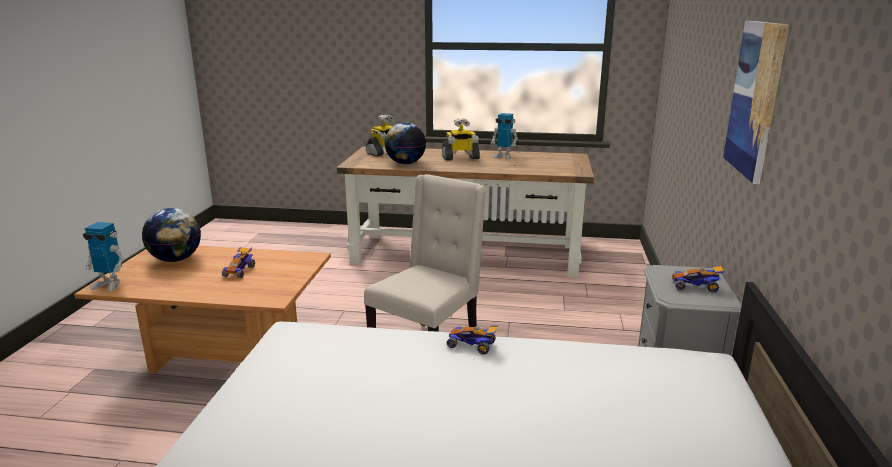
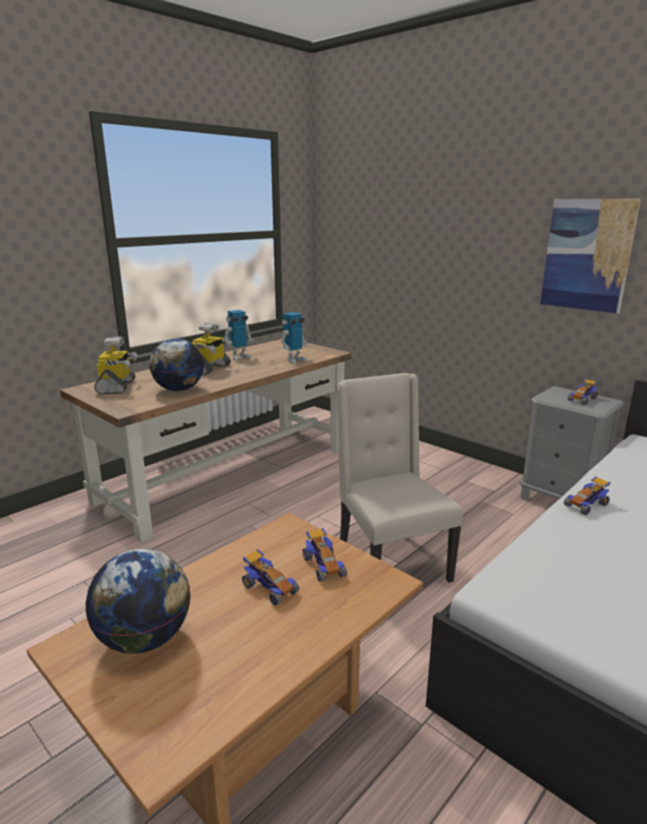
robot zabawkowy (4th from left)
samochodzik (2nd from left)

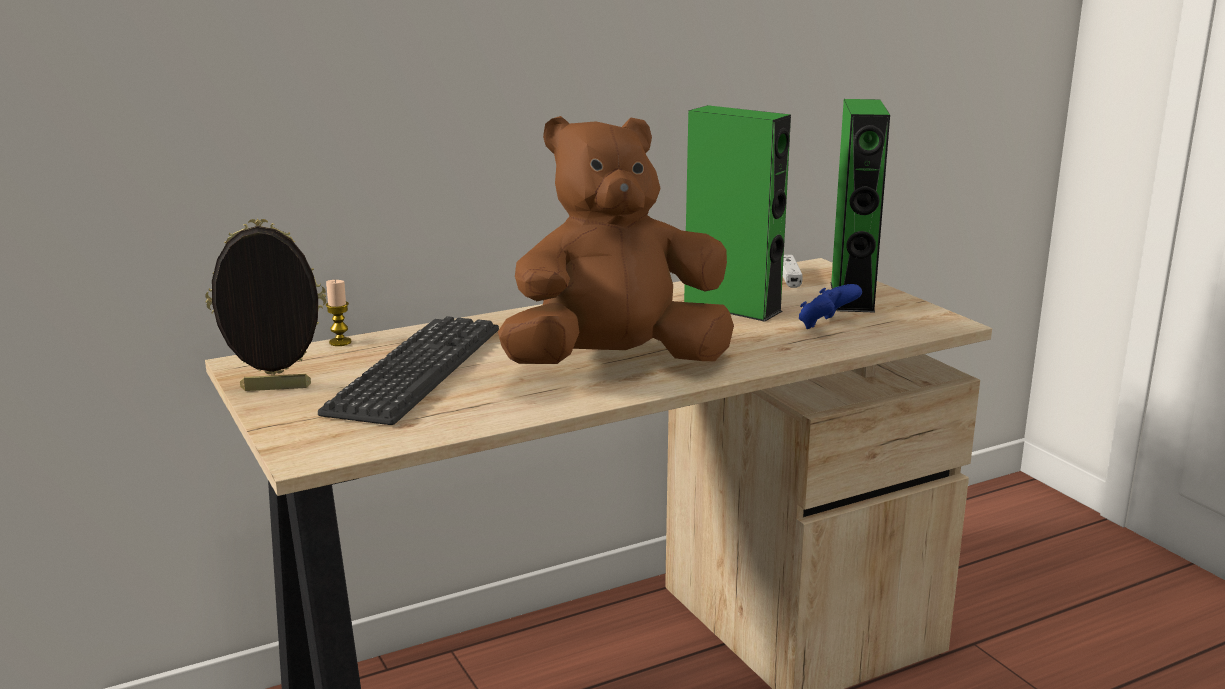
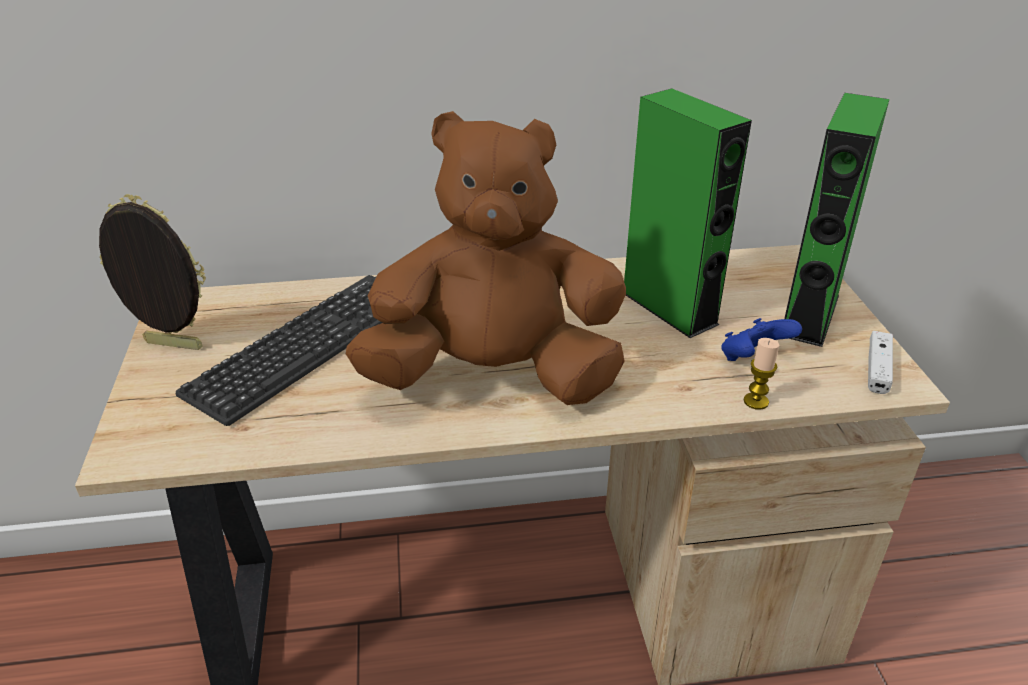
świeca
pad do gier/biały

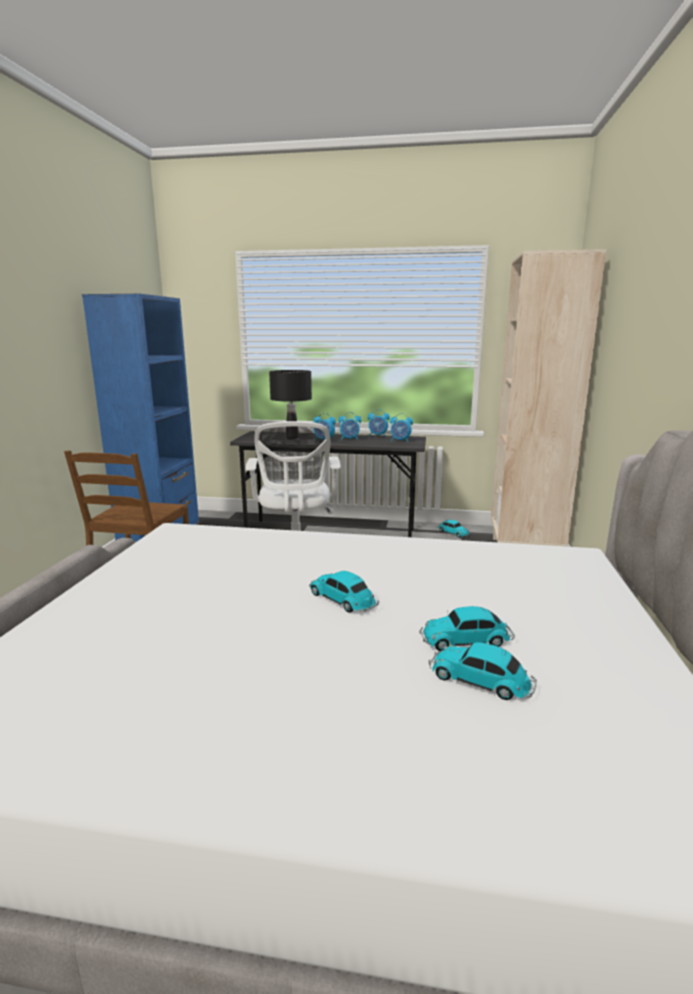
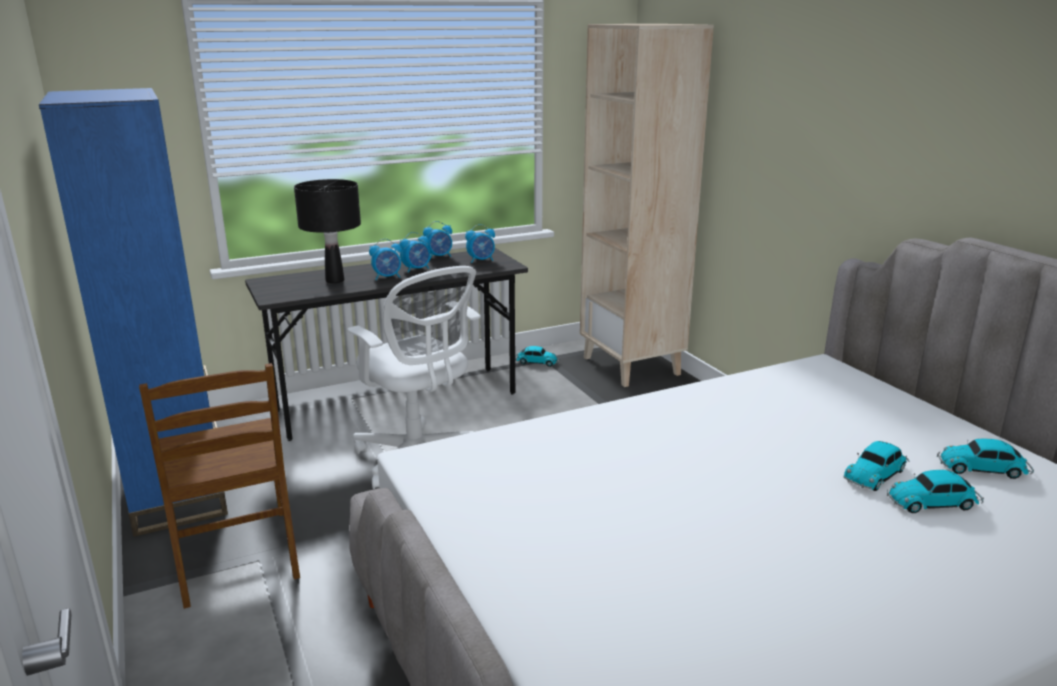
samochodzik (4th from left)

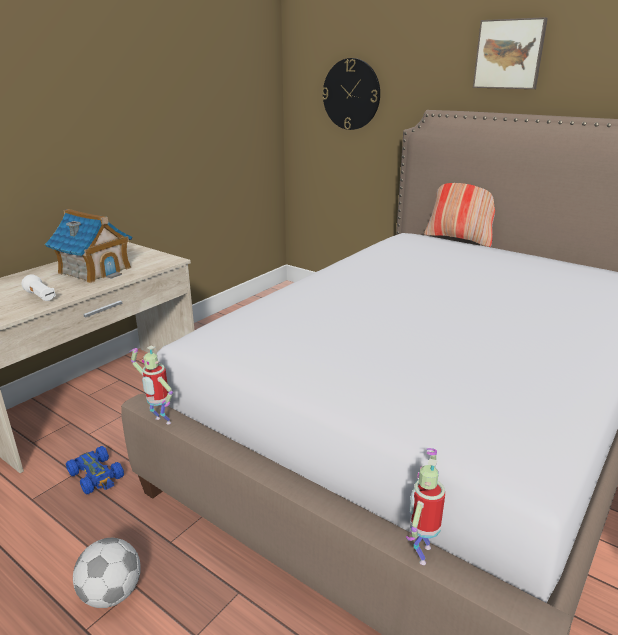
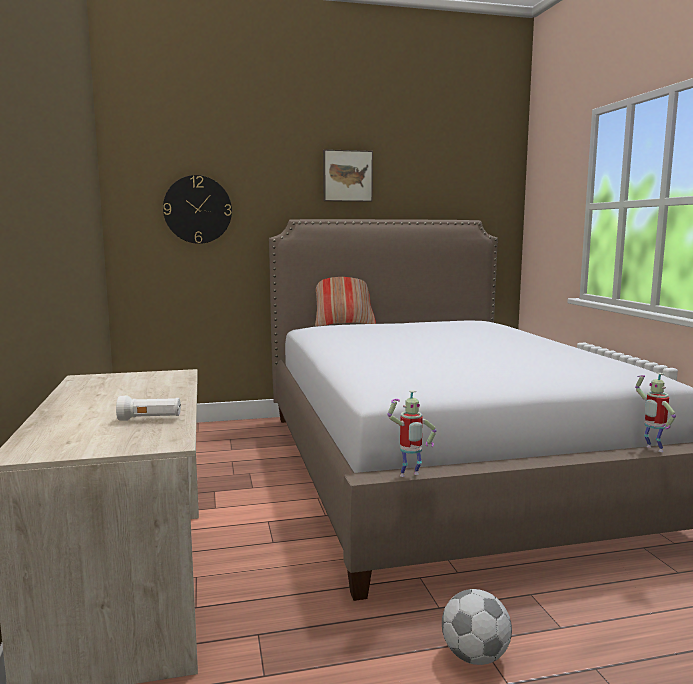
domek
samochodzik/niebieski

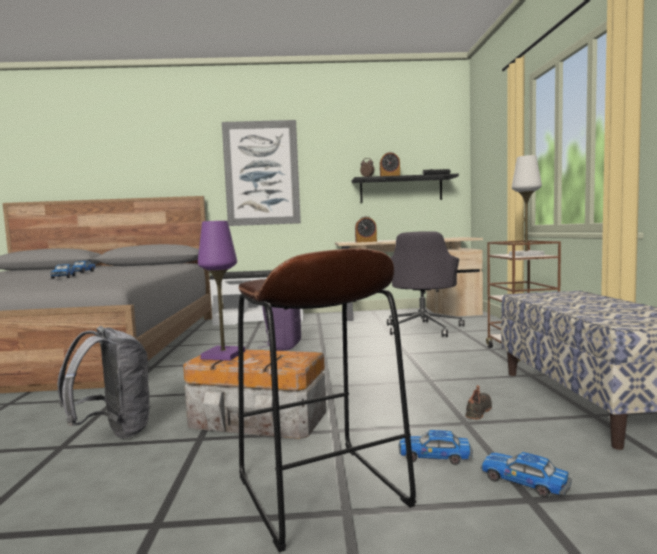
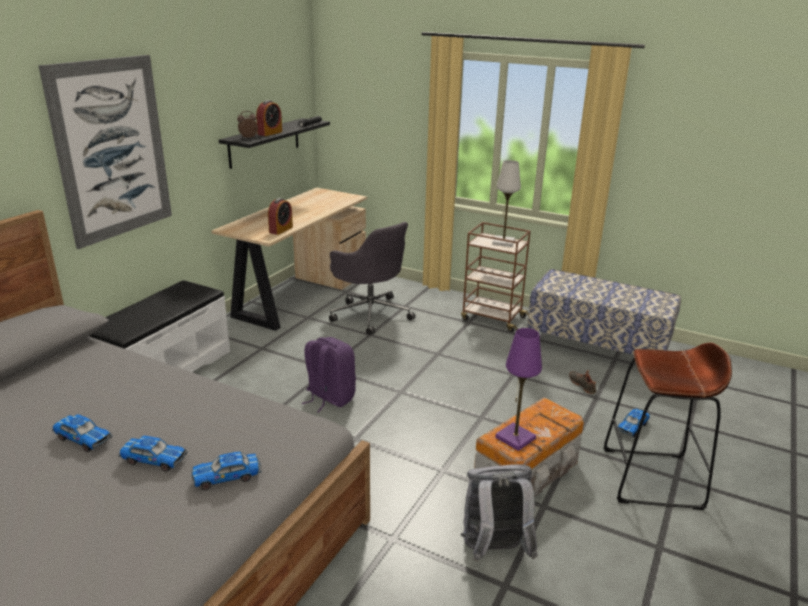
samochodzik (3rd from left)

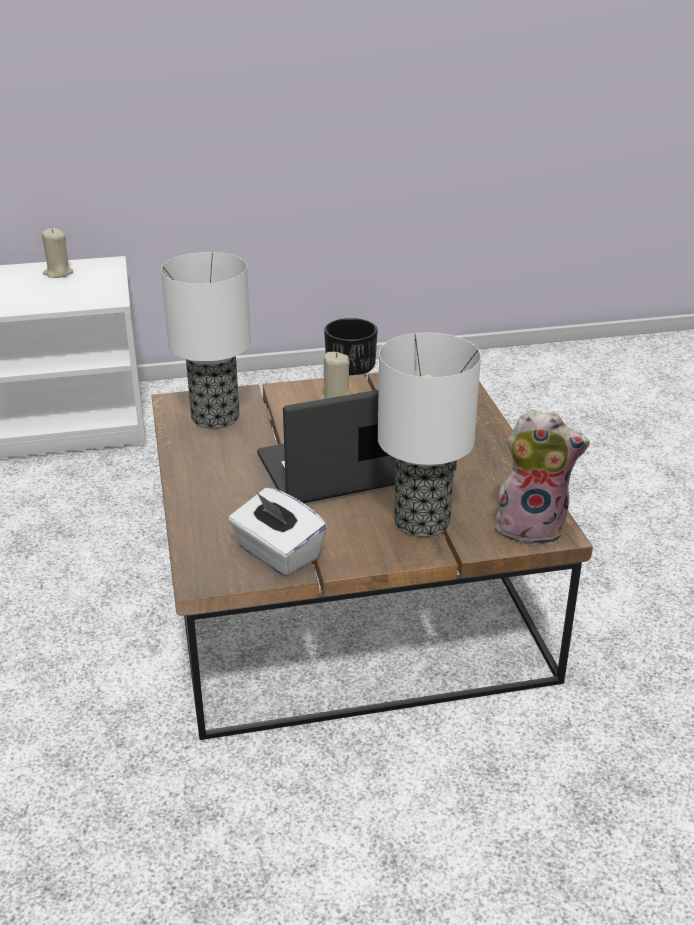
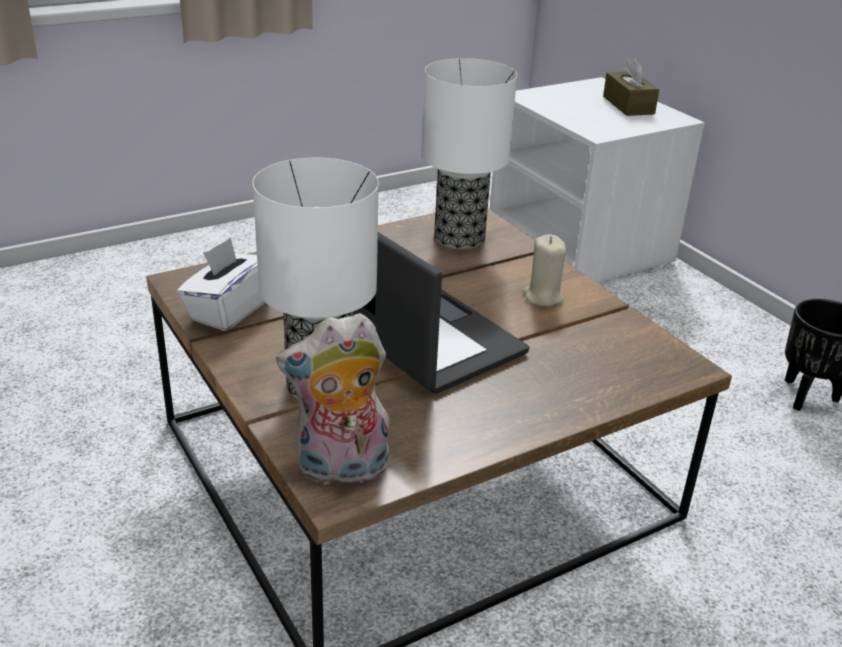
pudełko chusteczek/brązowy
pluszak

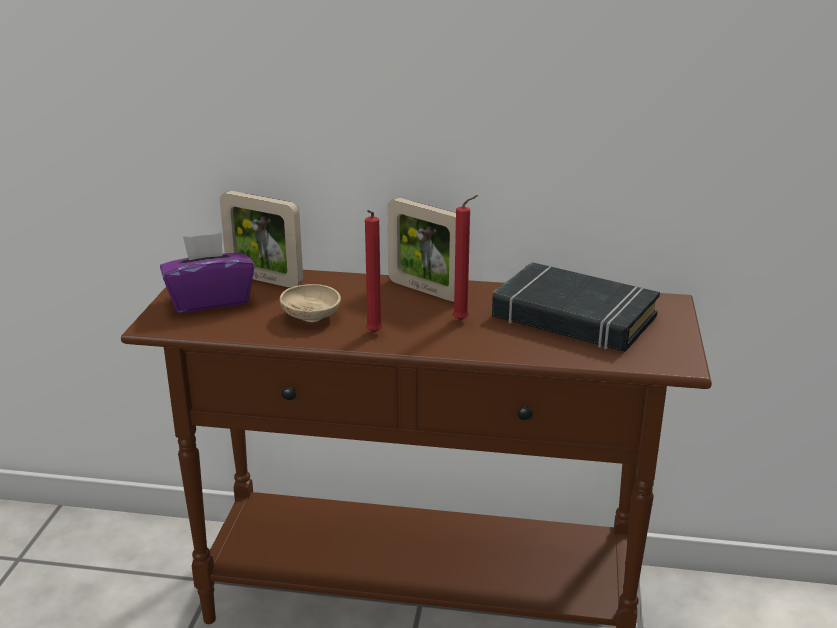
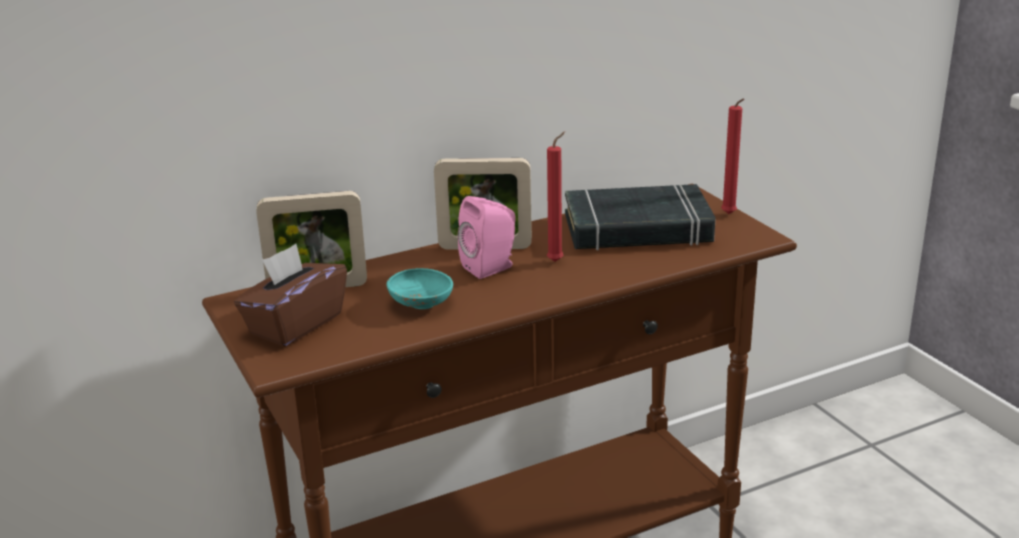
pudełko chusteczek/brązowy
miska/turkusowy
świeca/czerwony (2nd from left)
głośnik/różowy

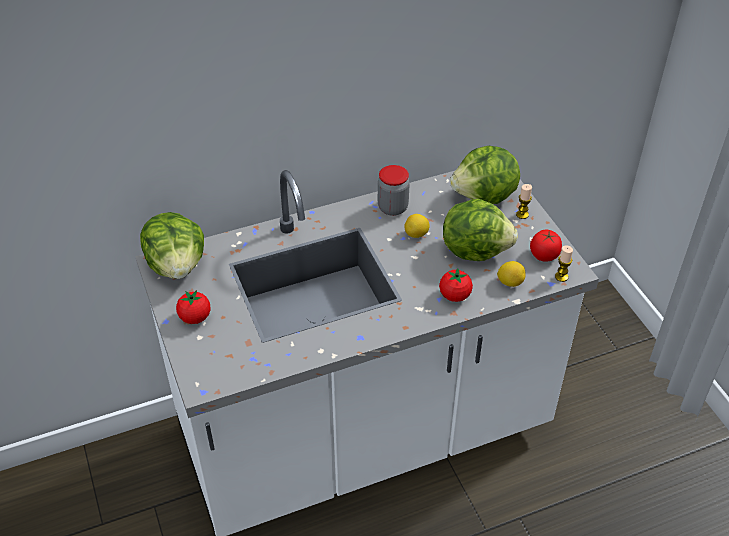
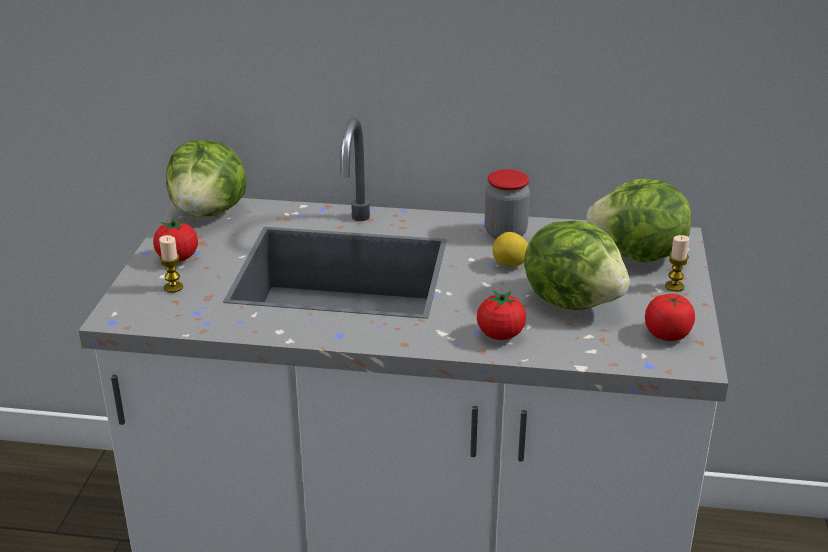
cytryna (2nd from left in the first image)
świeca (1st from left)

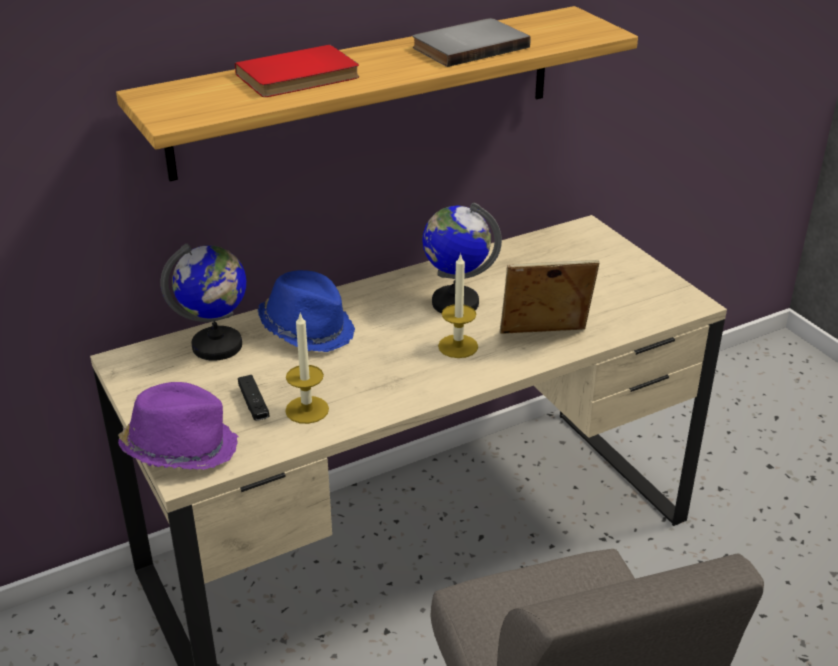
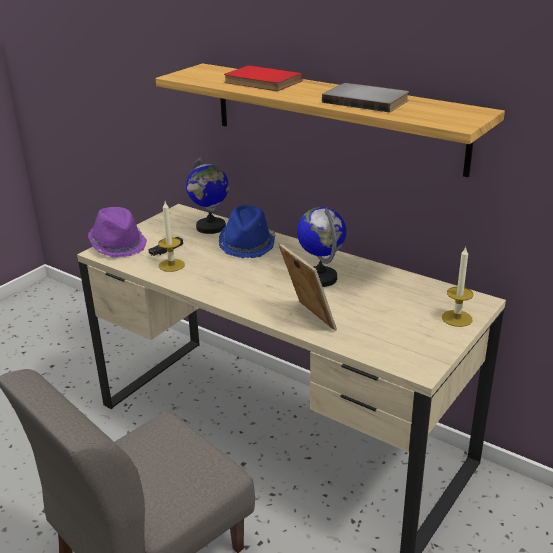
świeca (2nd from left)

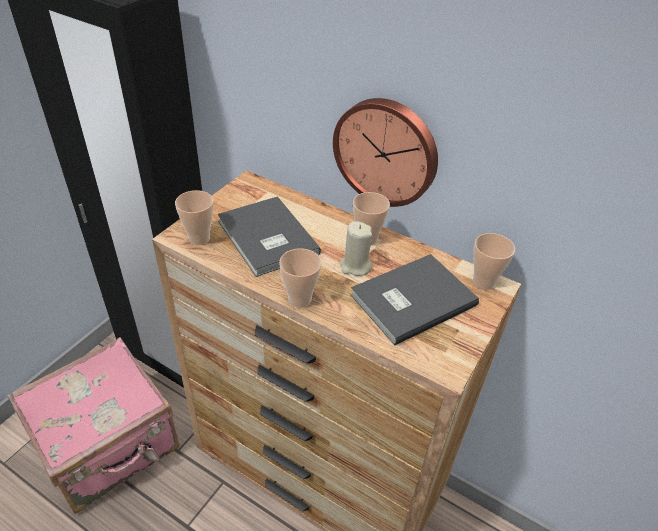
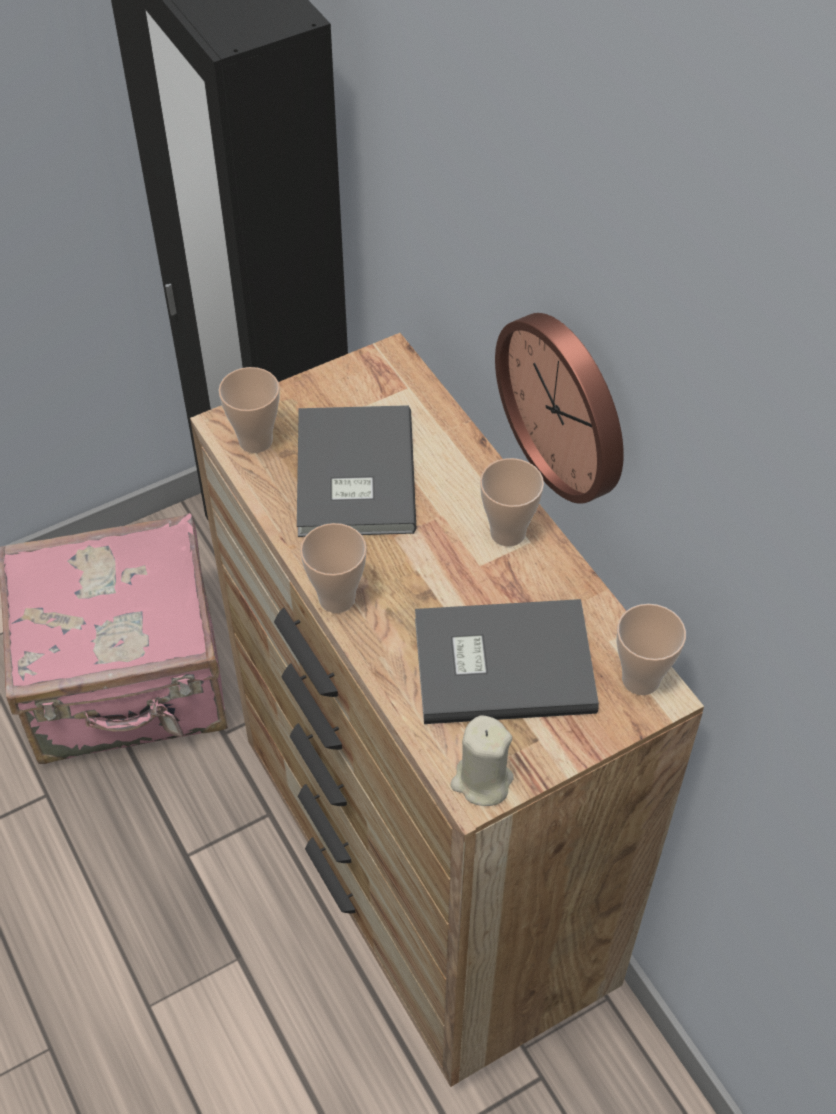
świeca/beżowy

